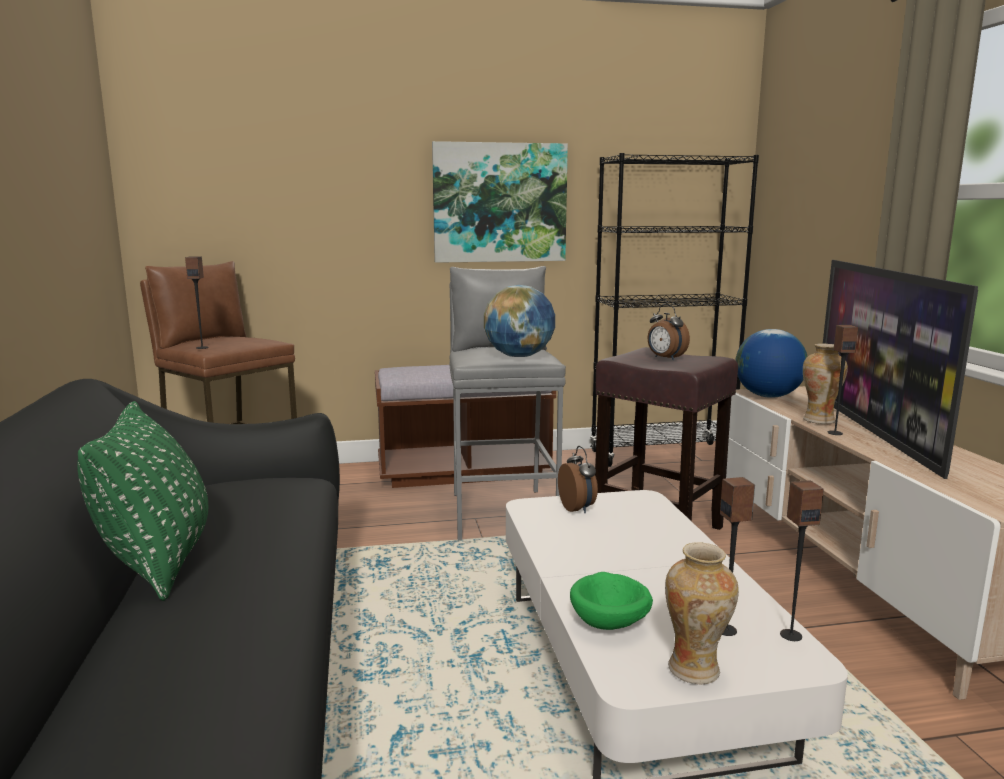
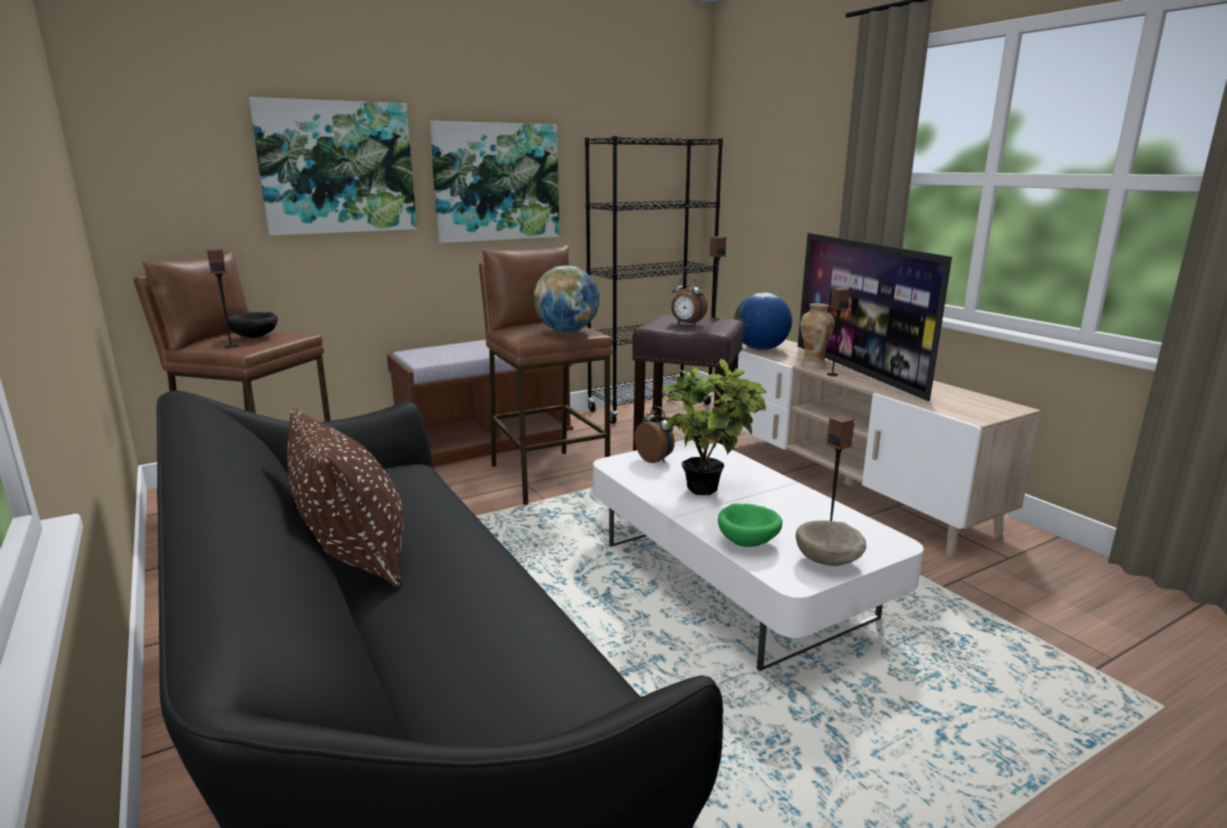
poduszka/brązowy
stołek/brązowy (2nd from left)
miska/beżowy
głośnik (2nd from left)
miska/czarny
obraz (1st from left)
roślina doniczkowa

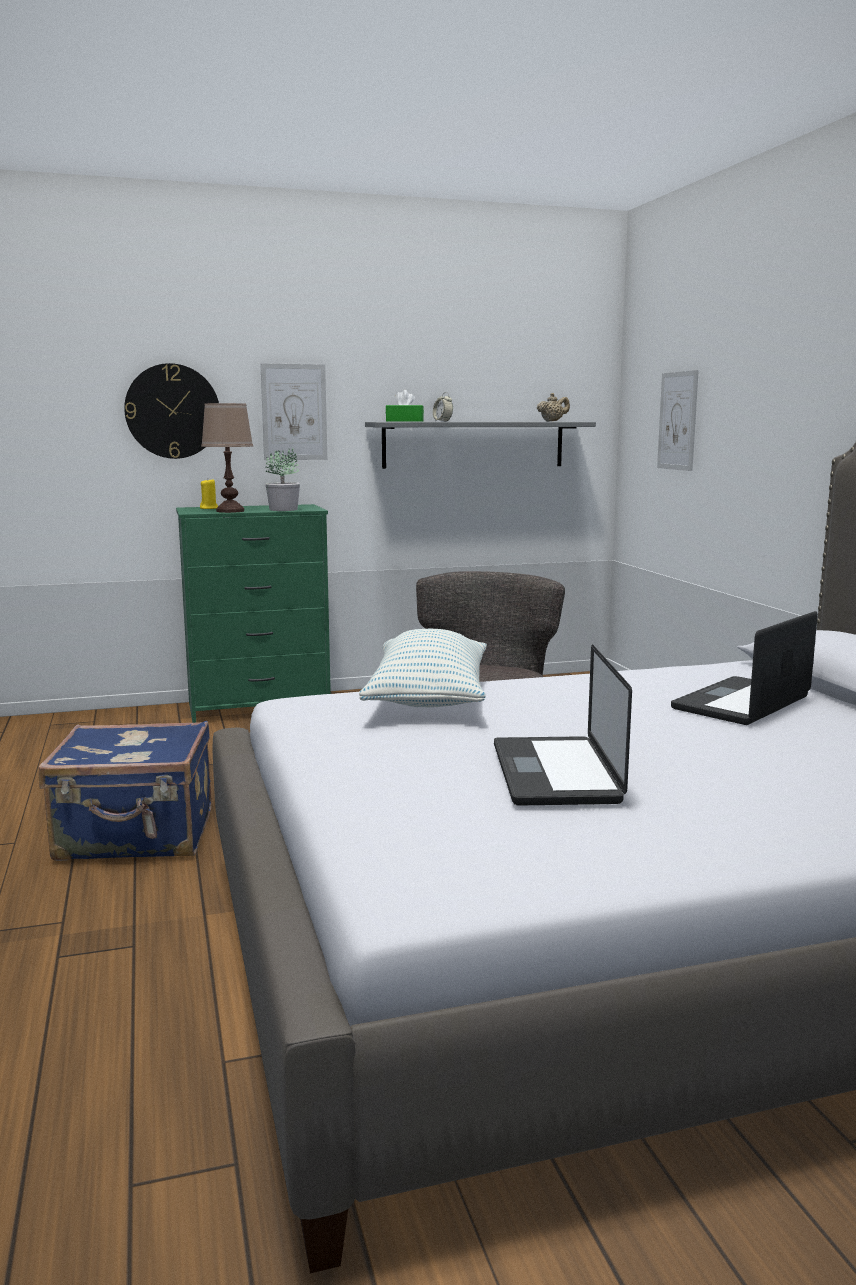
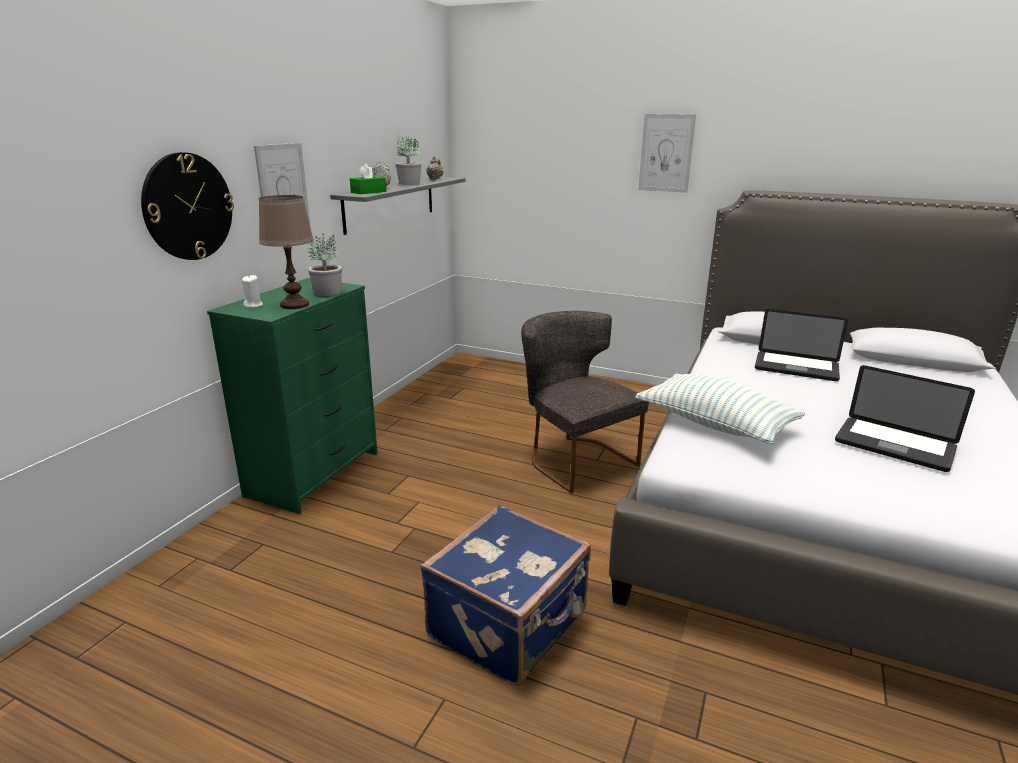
świeca/biały
obraz (2nd from left)
laptop (1st from left)
roślina doniczkowa (2nd from left)

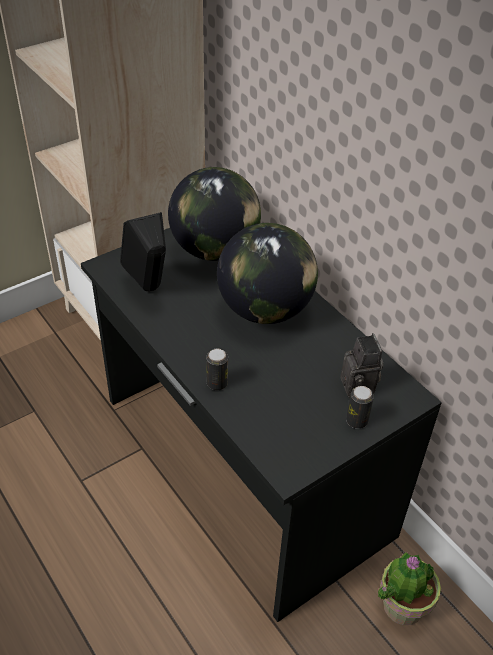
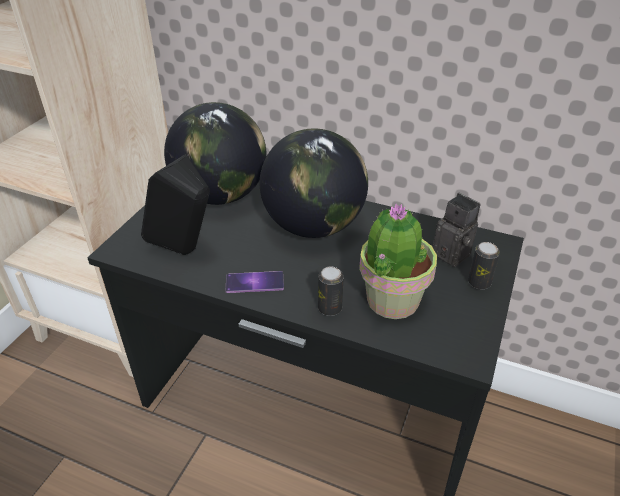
roślina doniczkowa
telefon

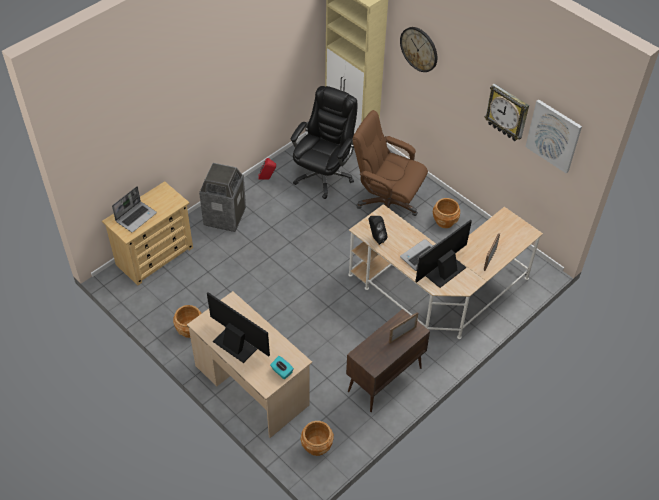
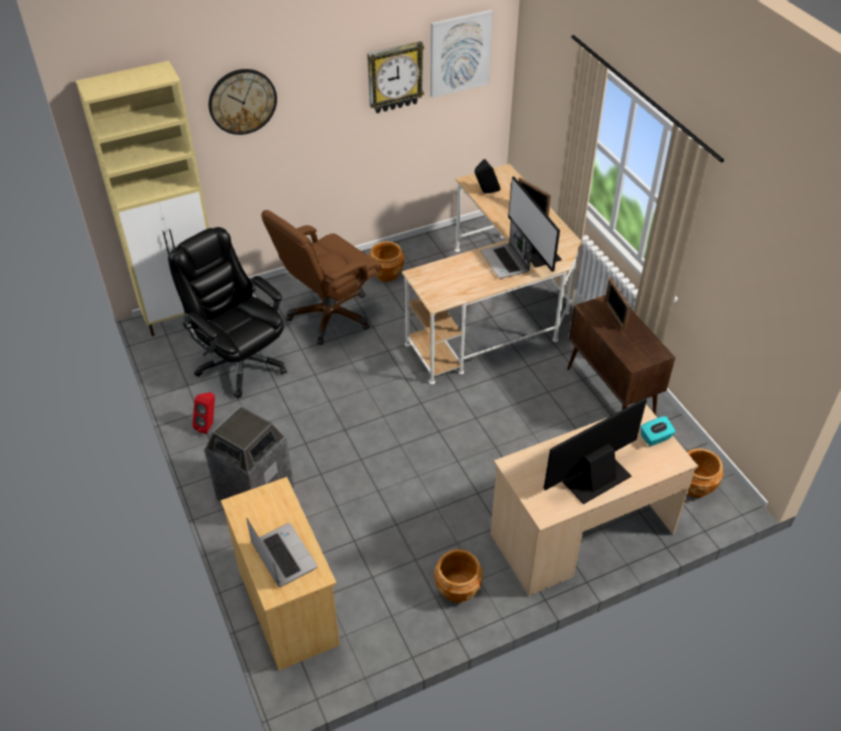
głośnik/czarny

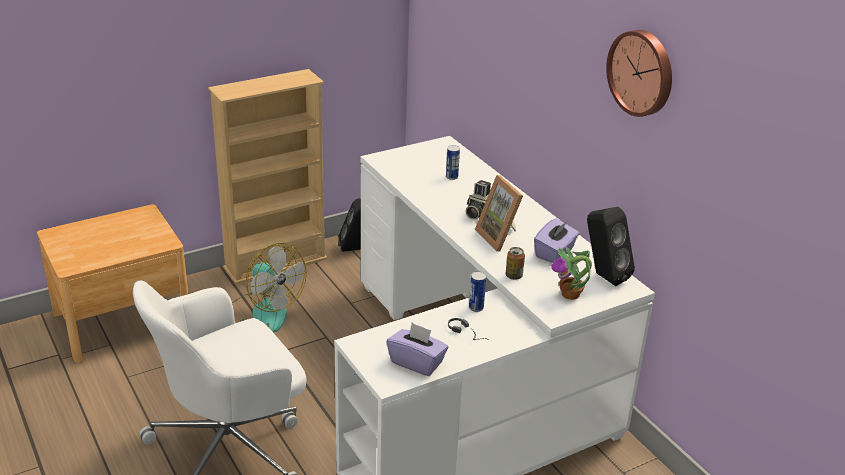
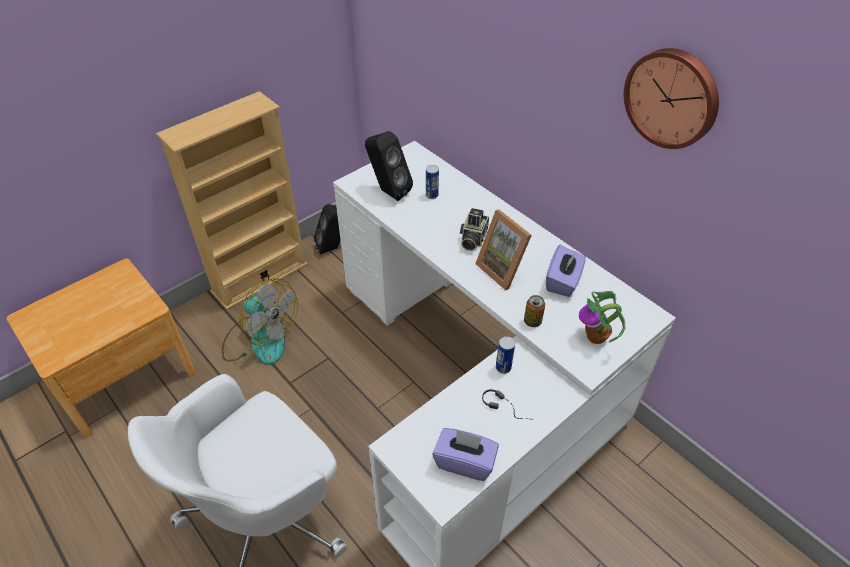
głośnik/czarny (2nd from left)

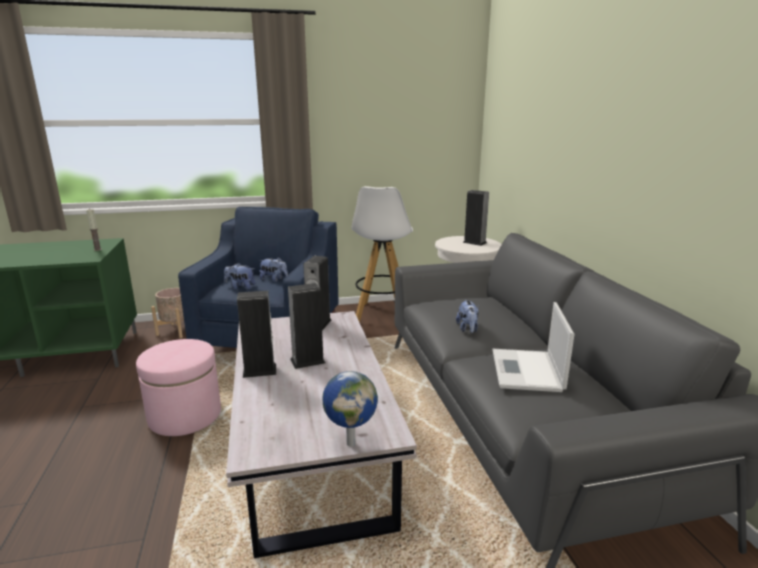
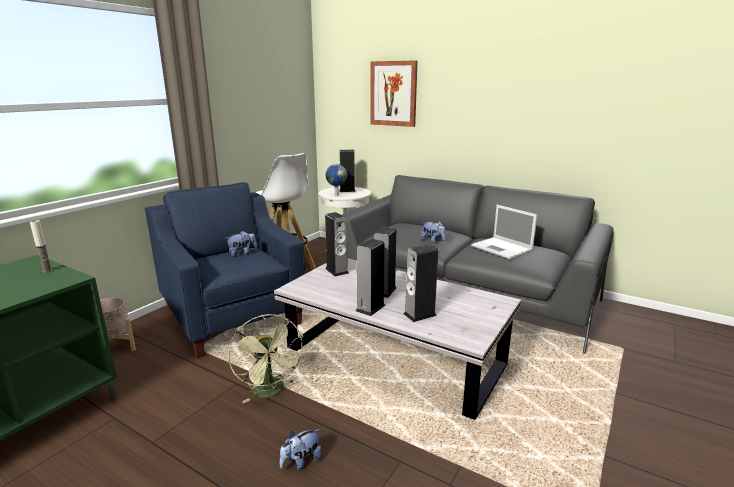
wentylator/zielony
pluszak (2nd from left)
globus
obraz
głośnik (5th from left)

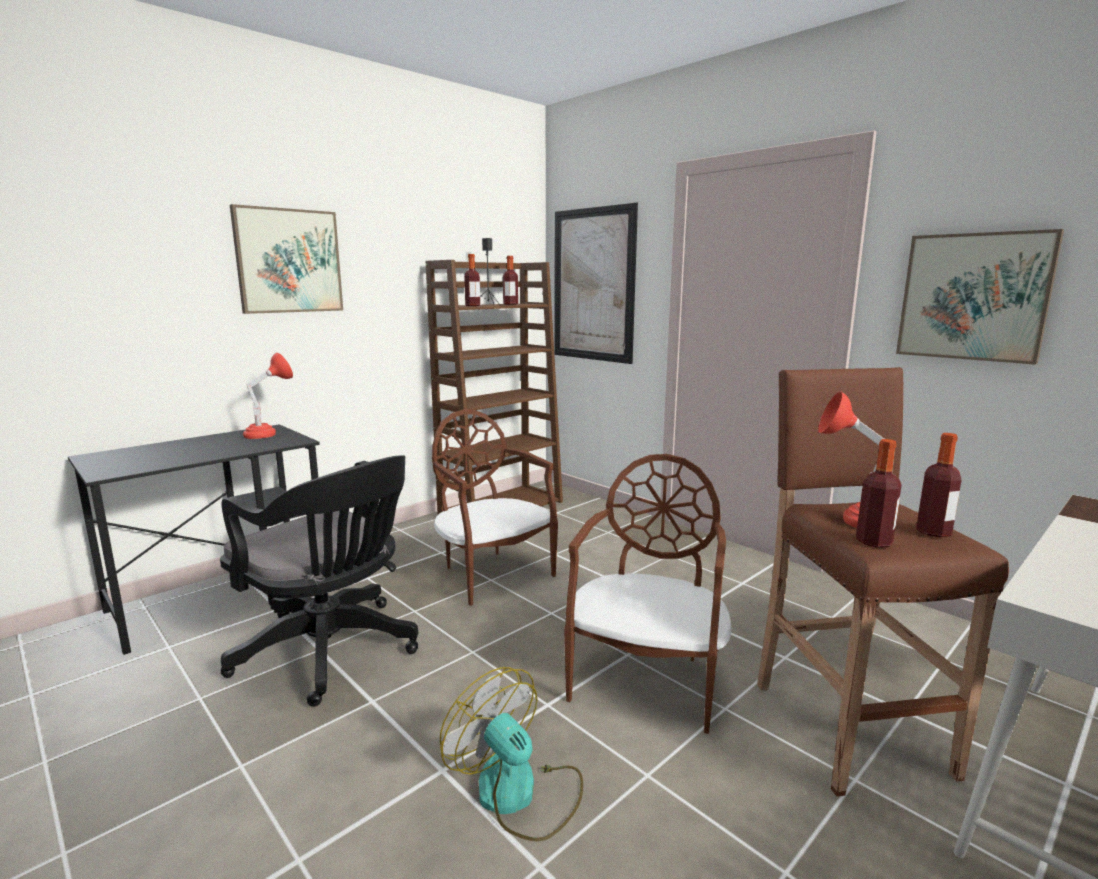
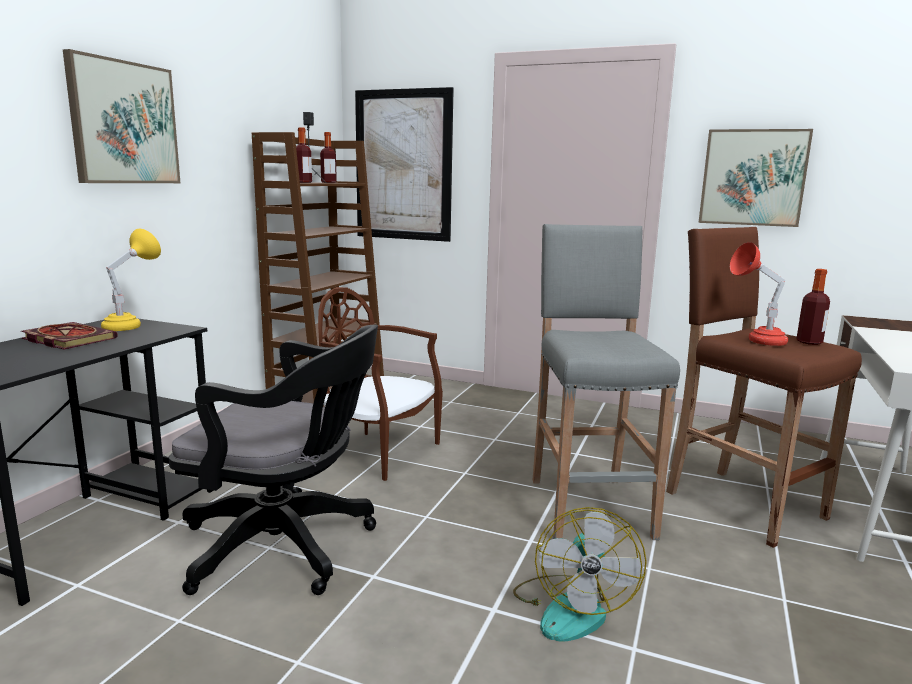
lampa stołowa/żółty
wentylator
stołek/szary
butelka (3rd from left in the first image)
książka

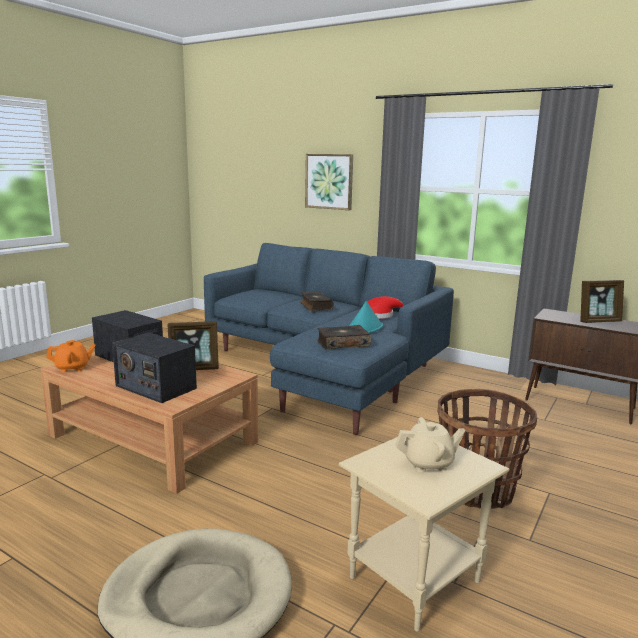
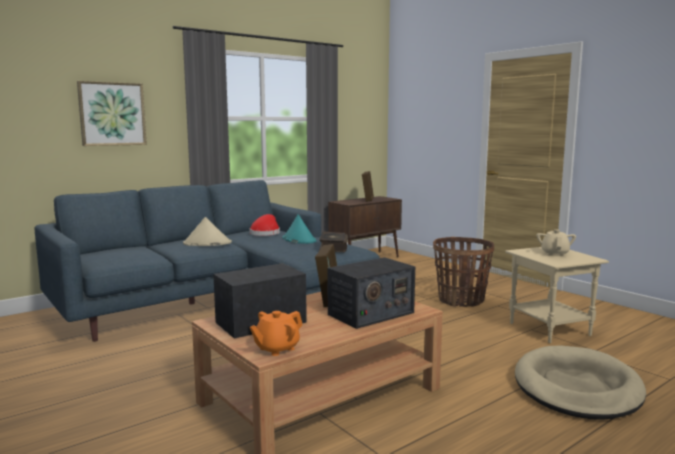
imbryk/pomarańczowy
kapelusz/beżowy

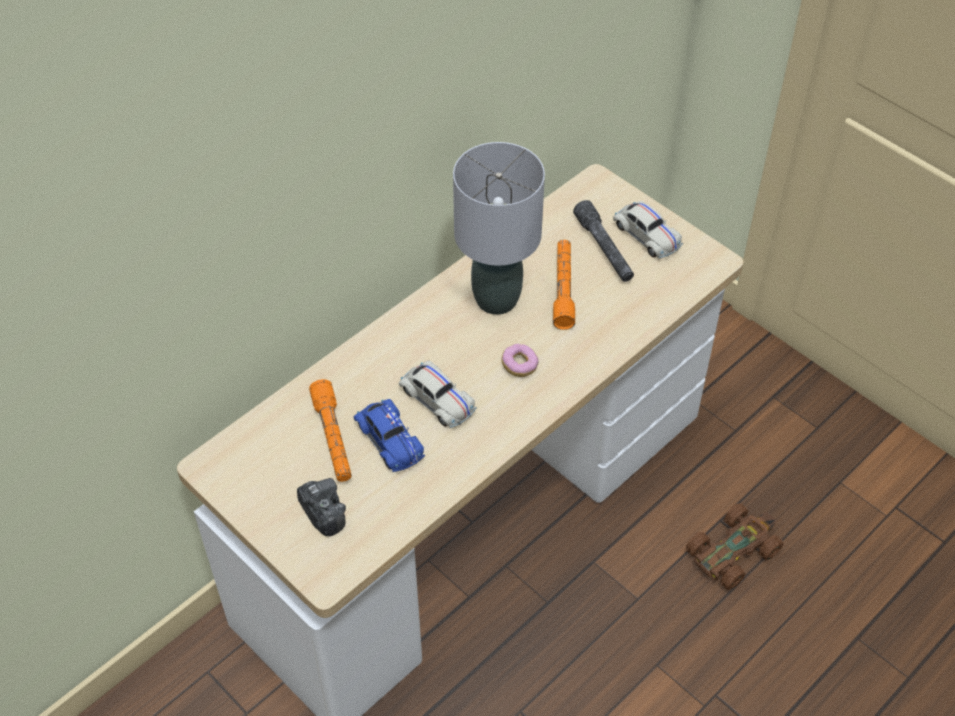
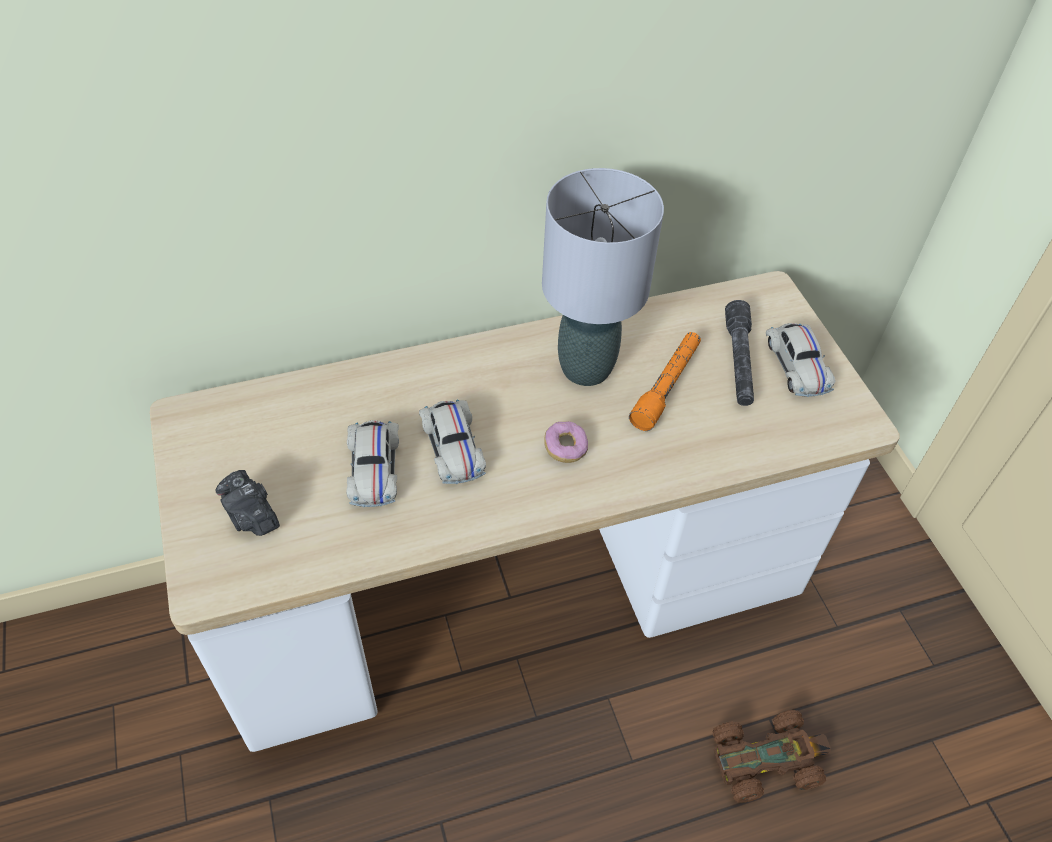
aparat fotograficzny
latarka/pomarańczowy (1st from left in the first image)
samochodzik/biały (1st from left)

